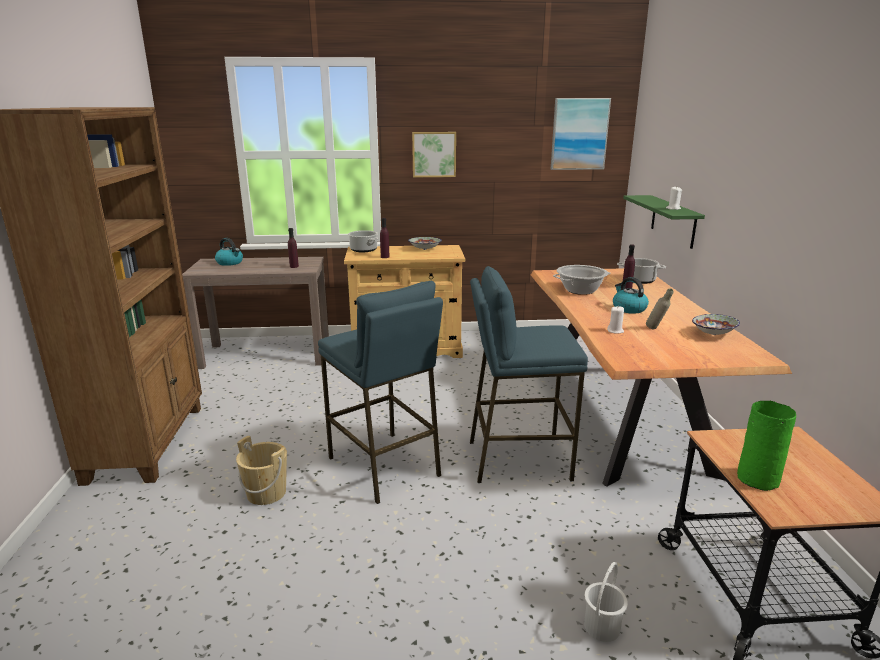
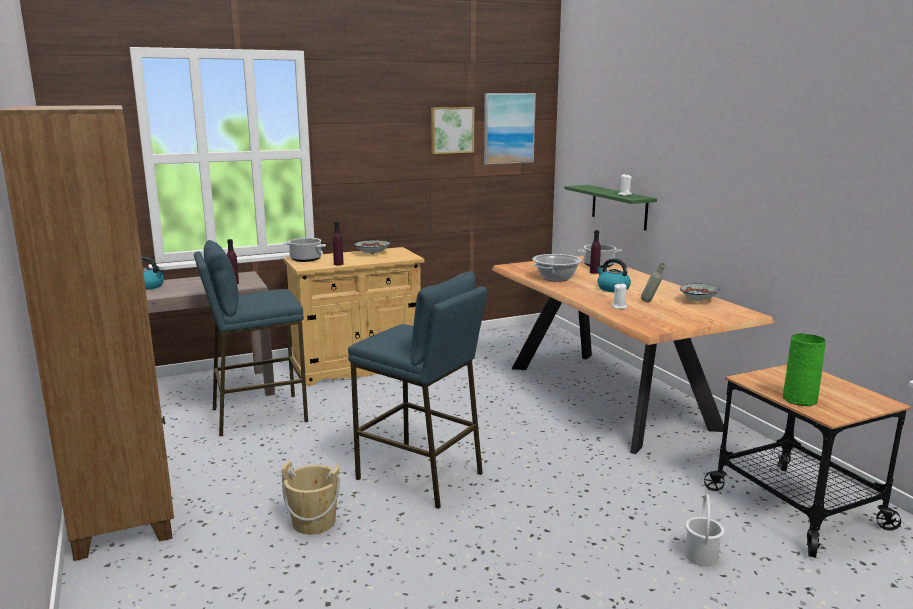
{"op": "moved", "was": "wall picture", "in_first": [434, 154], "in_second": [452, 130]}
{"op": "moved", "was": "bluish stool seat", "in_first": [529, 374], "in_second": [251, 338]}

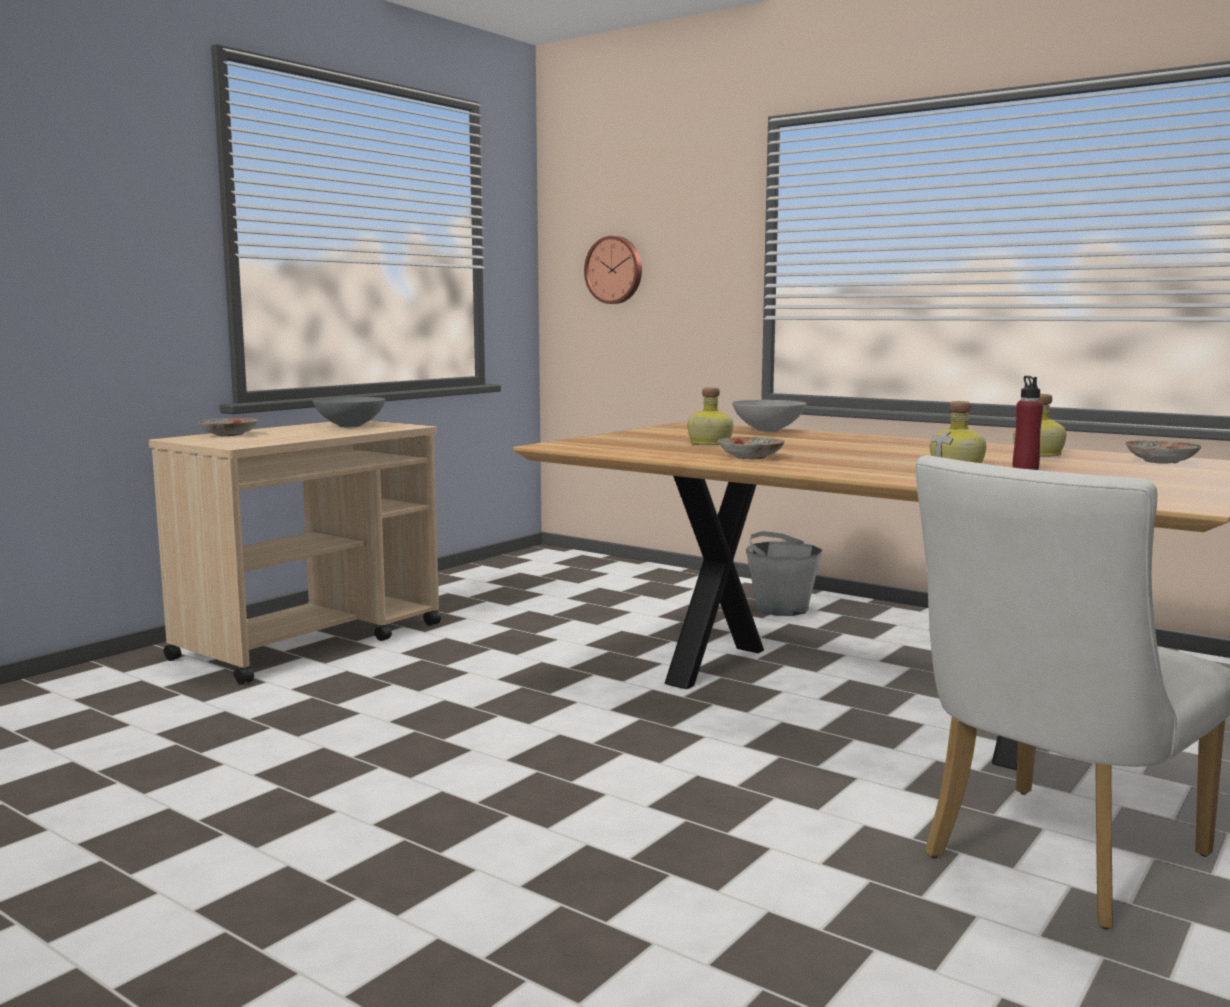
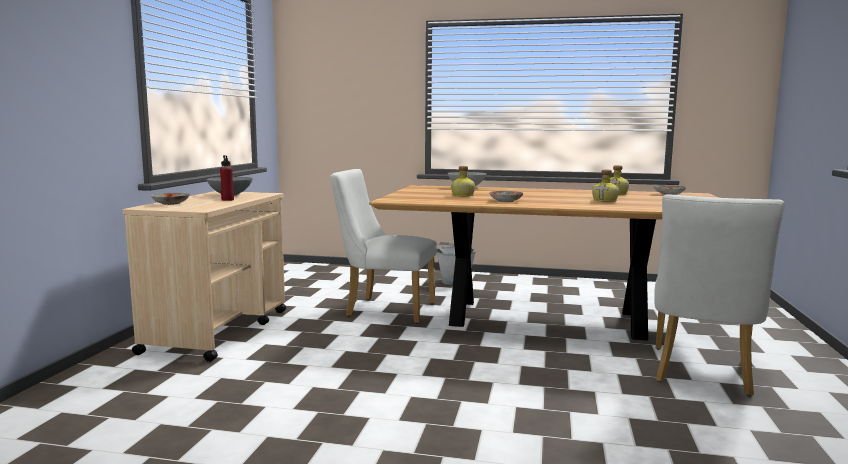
{"op": "removed", "was": "hanging clock", "in_first": [613, 270]}
{"op": "moved", "was": "red-coloured drink bottle", "in_first": [1028, 423], "in_second": [227, 178]}
{"op": "added", "now": "white chair", "in_second": [384, 246]}

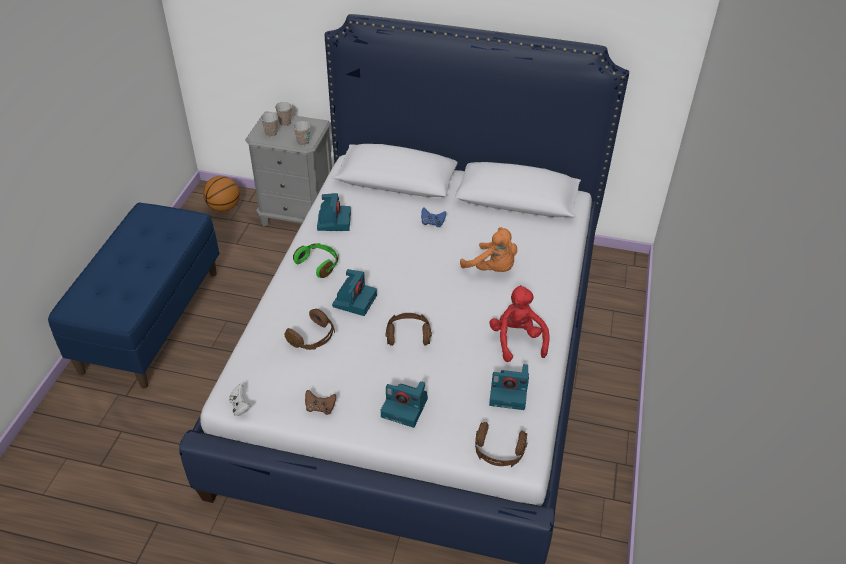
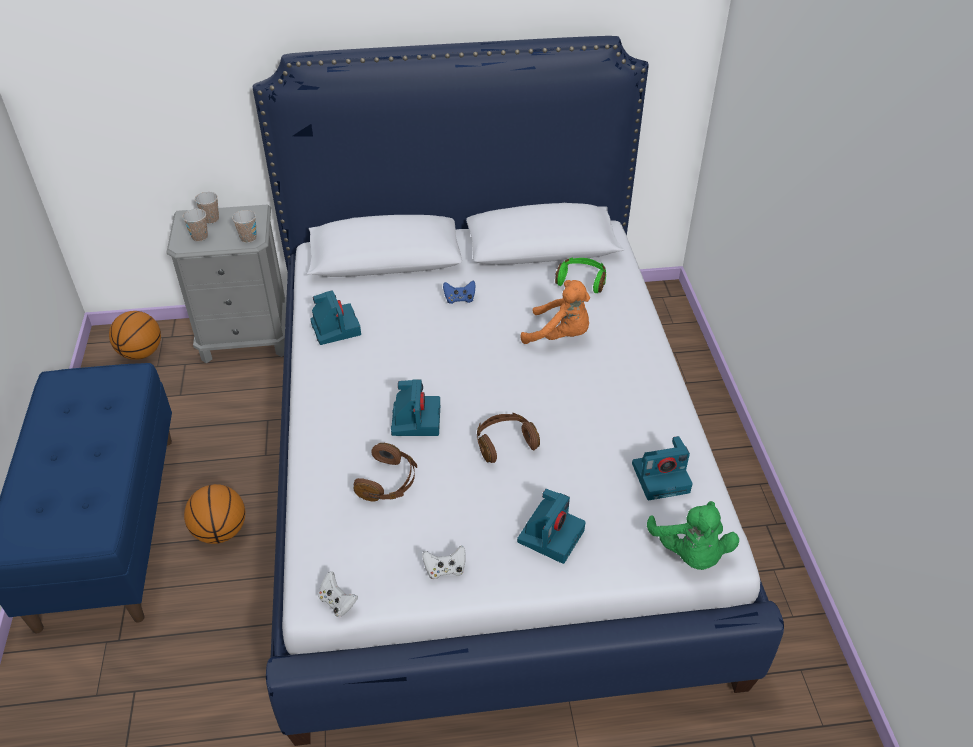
{"op": "moved", "was": "green pair of headphones", "in_first": [316, 260], "in_second": [580, 275]}
{"op": "recoloured", "was": "brown-coloured game controller", "now": "white game controller", "in_first": [320, 402], "in_second": [444, 562]}
{"op": "turned", "was": "still camera", "in_first": [404, 404], "in_second": [551, 526], "clockwise": -60}
{"op": "replaced", "was": "brown-coloured pair of headphones", "now": "green soft toy", "in_first": [501, 444], "in_second": [693, 535]}
{"op": "removed", "was": "red-coloured soft toy", "in_first": [519, 323]}
{"op": "added", "now": "ball for basketball", "in_second": [214, 514]}

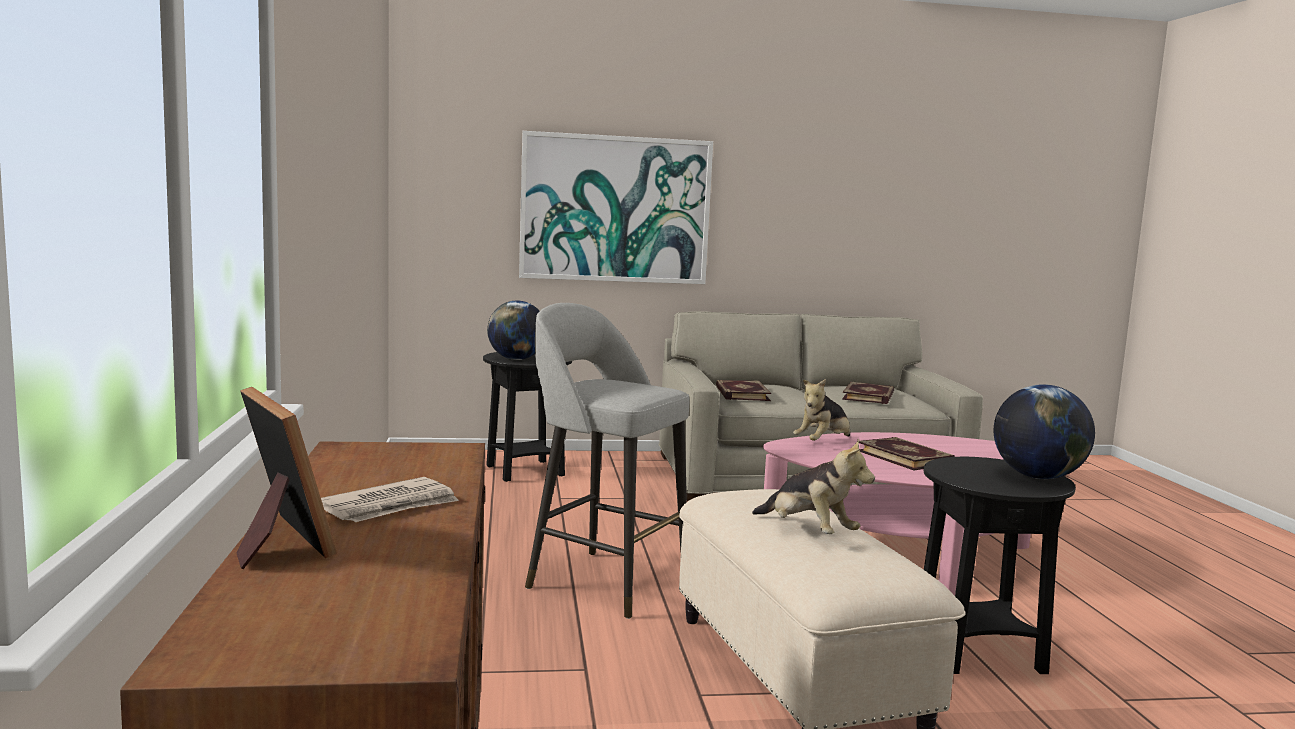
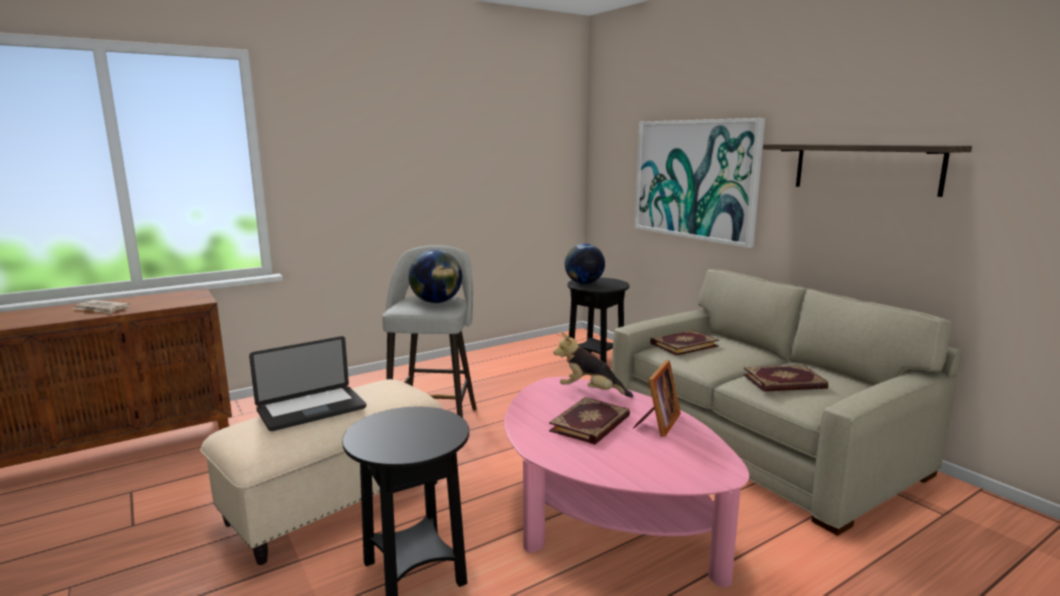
{"op": "moved", "was": "standing frame", "in_first": [286, 478], "in_second": [657, 399]}
{"op": "replaced", "was": "soft toy", "now": "laptop", "in_first": [813, 486], "in_second": [307, 383]}
{"op": "moved", "was": "world globe", "in_first": [1044, 431], "in_second": [435, 276]}
{"op": "added", "now": "bracket shelf", "in_second": [867, 170]}

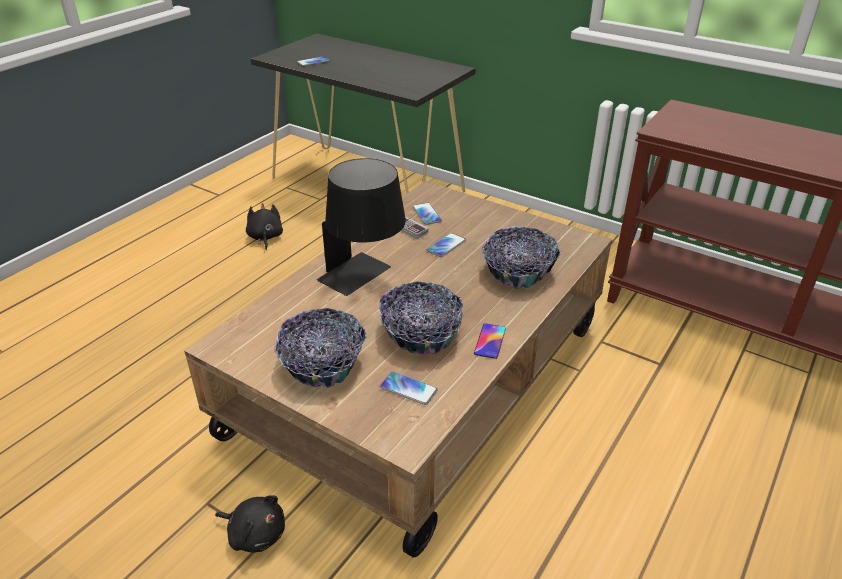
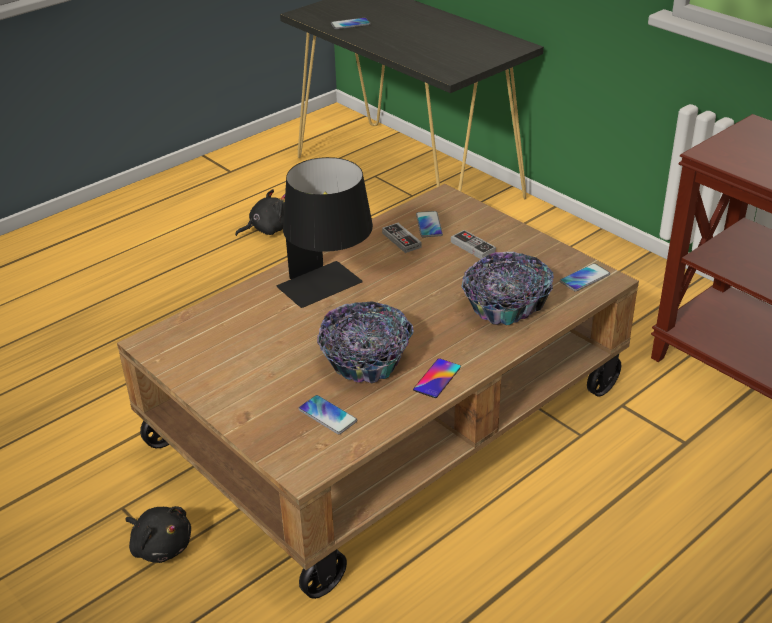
{"op": "turned", "was": "black-coloured soft toy", "in_first": [264, 226], "in_second": [260, 212], "clockwise": 60}
{"op": "removed", "was": "bowl", "in_first": [320, 348]}
{"op": "moved", "was": "handset", "in_first": [446, 245], "in_second": [585, 277]}
{"op": "added", "now": "game controller", "in_second": [473, 244]}

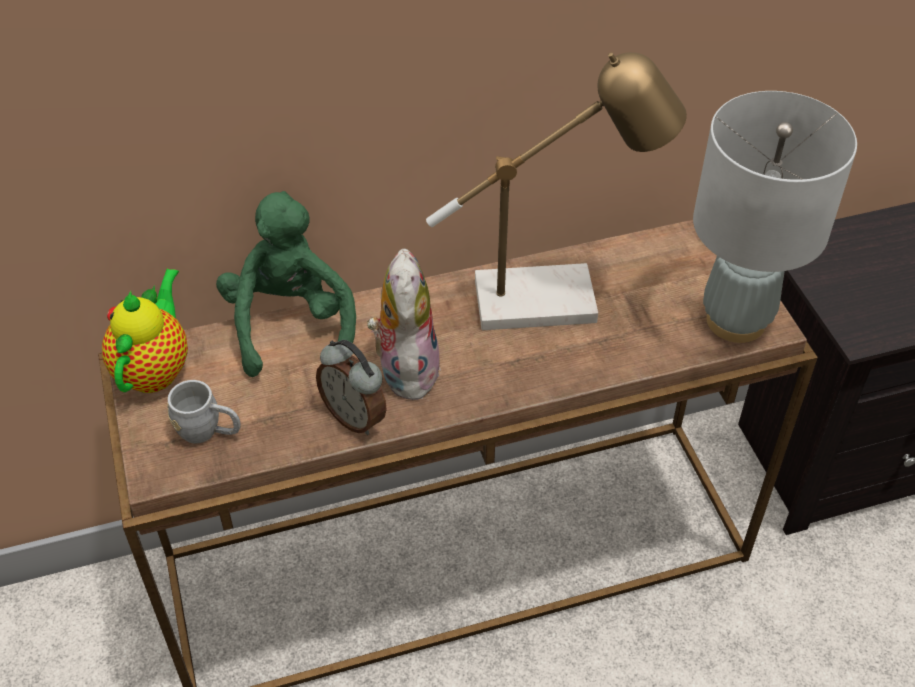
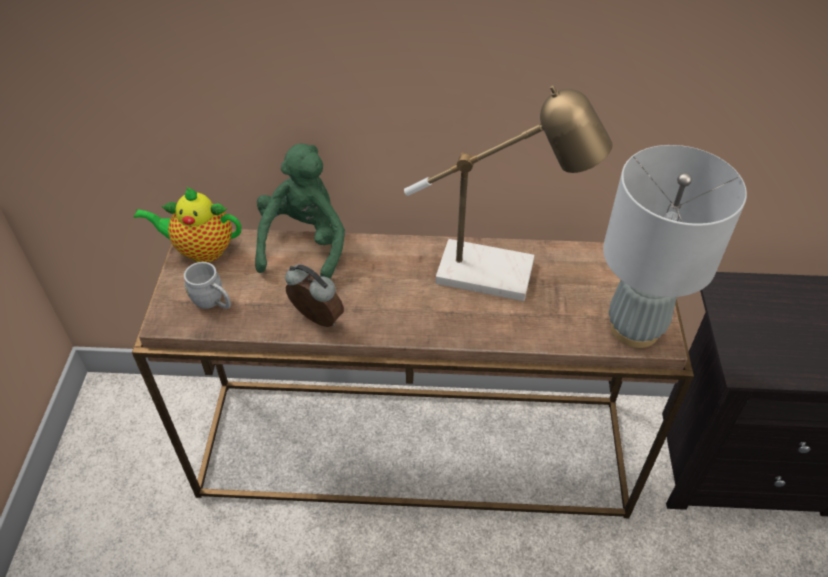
{"op": "turned", "was": "tea pot", "in_first": [145, 330], "in_second": [187, 224], "clockwise": -120}
{"op": "turned", "was": "alarm clock", "in_first": [351, 387], "in_second": [314, 295], "clockwise": 150}
{"op": "removed", "was": "soft toy", "in_first": [404, 324]}

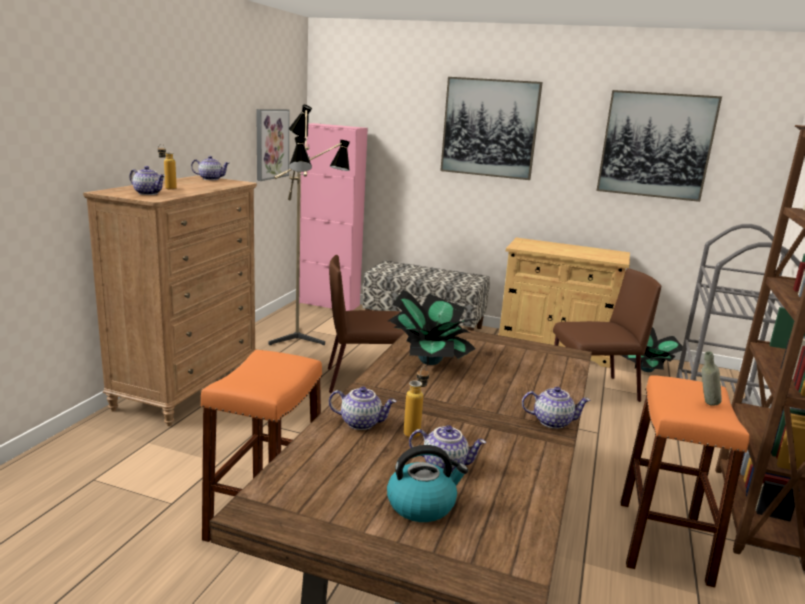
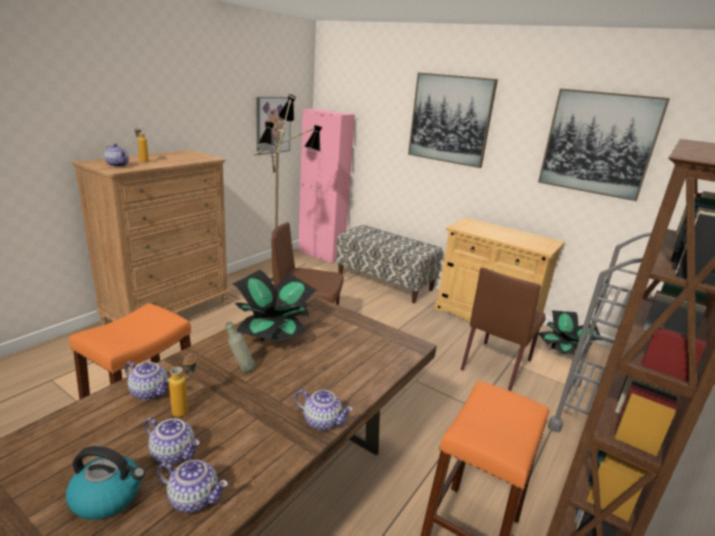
{"op": "moved", "was": "tea pot", "in_first": [210, 168], "in_second": [192, 486]}
{"op": "turned", "was": "brown-coloured chair", "in_first": [607, 335], "in_second": [503, 329], "clockwise": 120}
{"op": "moved", "was": "grey drink bottle", "in_first": [711, 378], "in_second": [240, 346]}

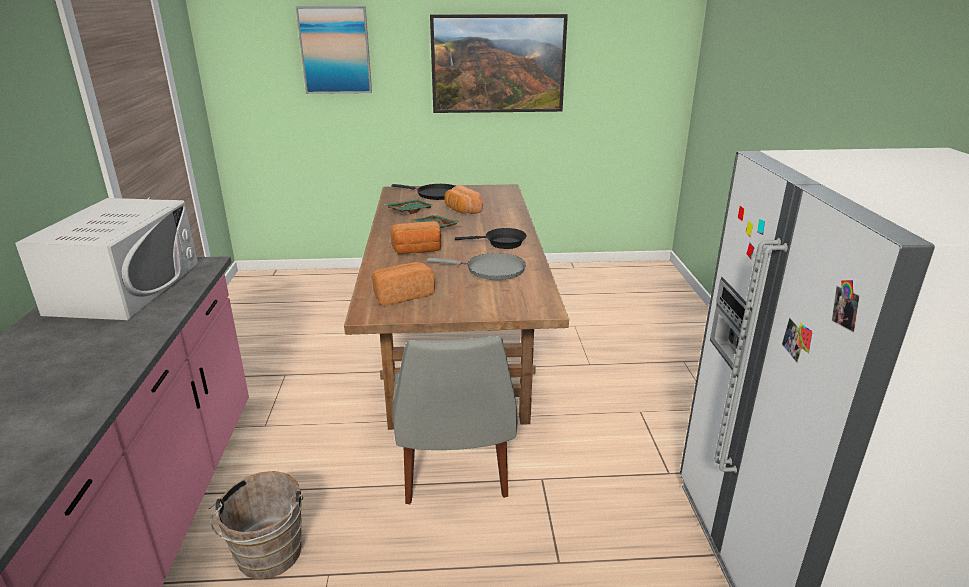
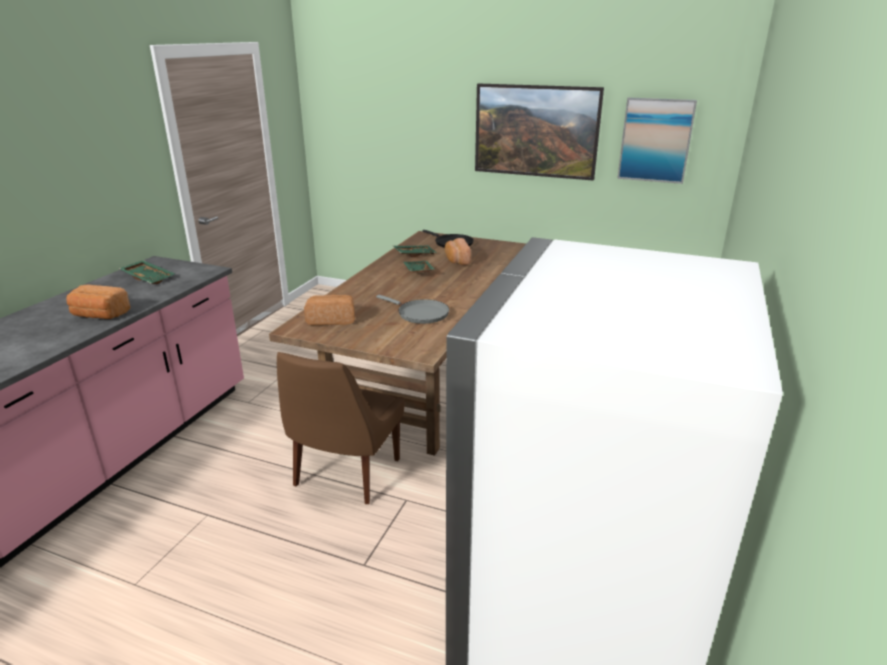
{"op": "replaced", "was": "white microwave oven", "now": "green serving tray", "in_first": [106, 259], "in_second": [147, 272]}
{"op": "removed", "was": "brown-coloured bucket", "in_first": [256, 525]}
{"op": "moved", "was": "wall picture", "in_first": [334, 50], "in_second": [657, 141]}
{"op": "moved", "was": "bread", "in_first": [415, 237], "in_second": [98, 302]}
{"op": "recoloured", "was": "grey chair", "now": "brown-coloured chair", "in_first": [454, 420], "in_second": [341, 428]}
{"op": "removed", "was": "black-coloured pan", "in_first": [491, 238]}

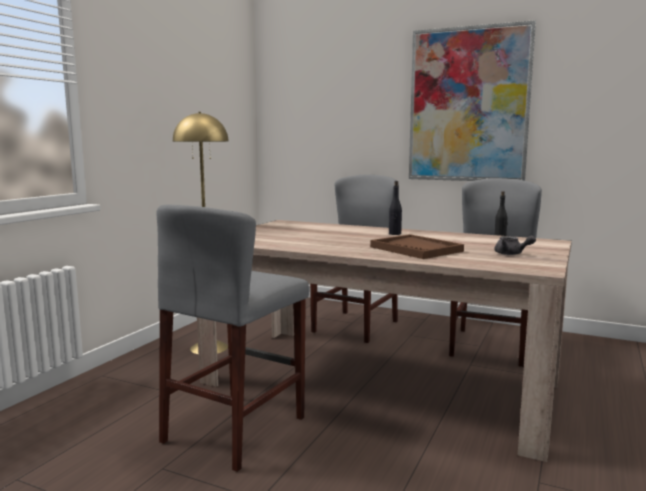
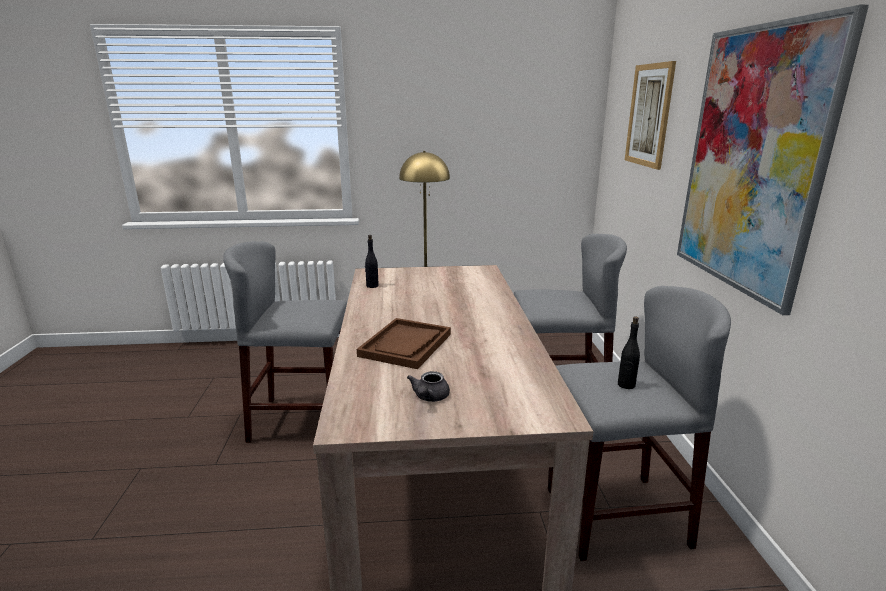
{"op": "moved", "was": "black-coloured drink bottle", "in_first": [395, 208], "in_second": [372, 261]}
{"op": "added", "now": "wall picture", "in_second": [650, 115]}

